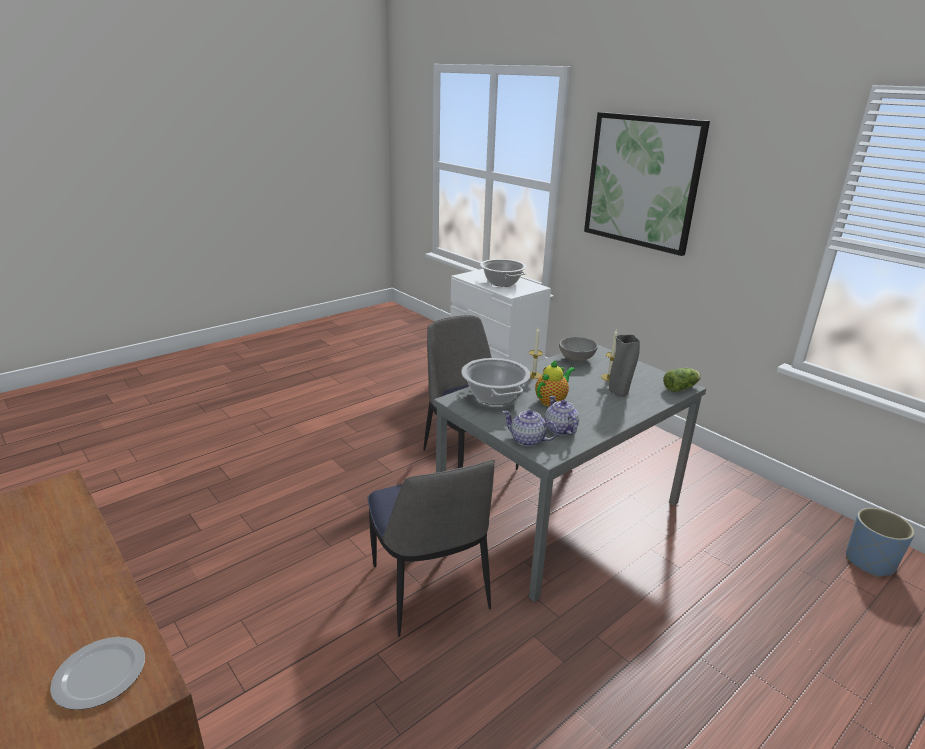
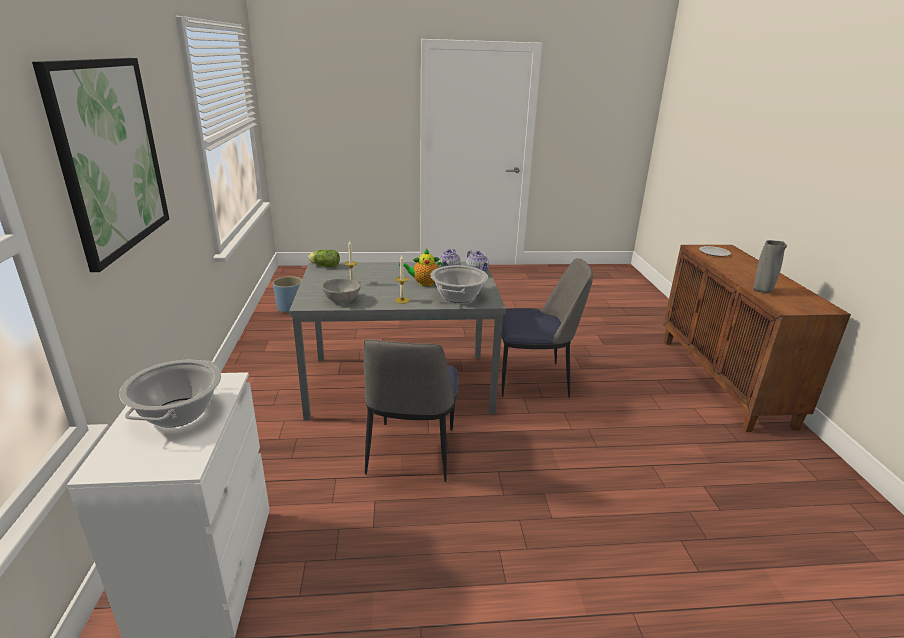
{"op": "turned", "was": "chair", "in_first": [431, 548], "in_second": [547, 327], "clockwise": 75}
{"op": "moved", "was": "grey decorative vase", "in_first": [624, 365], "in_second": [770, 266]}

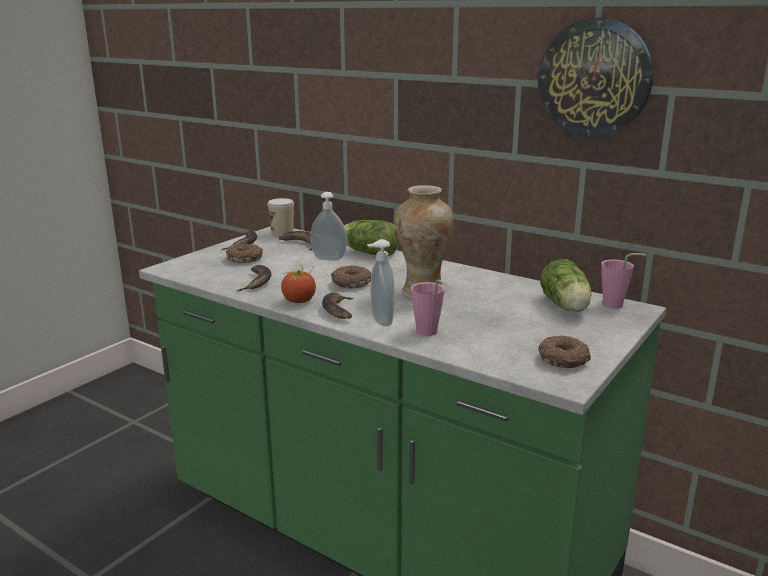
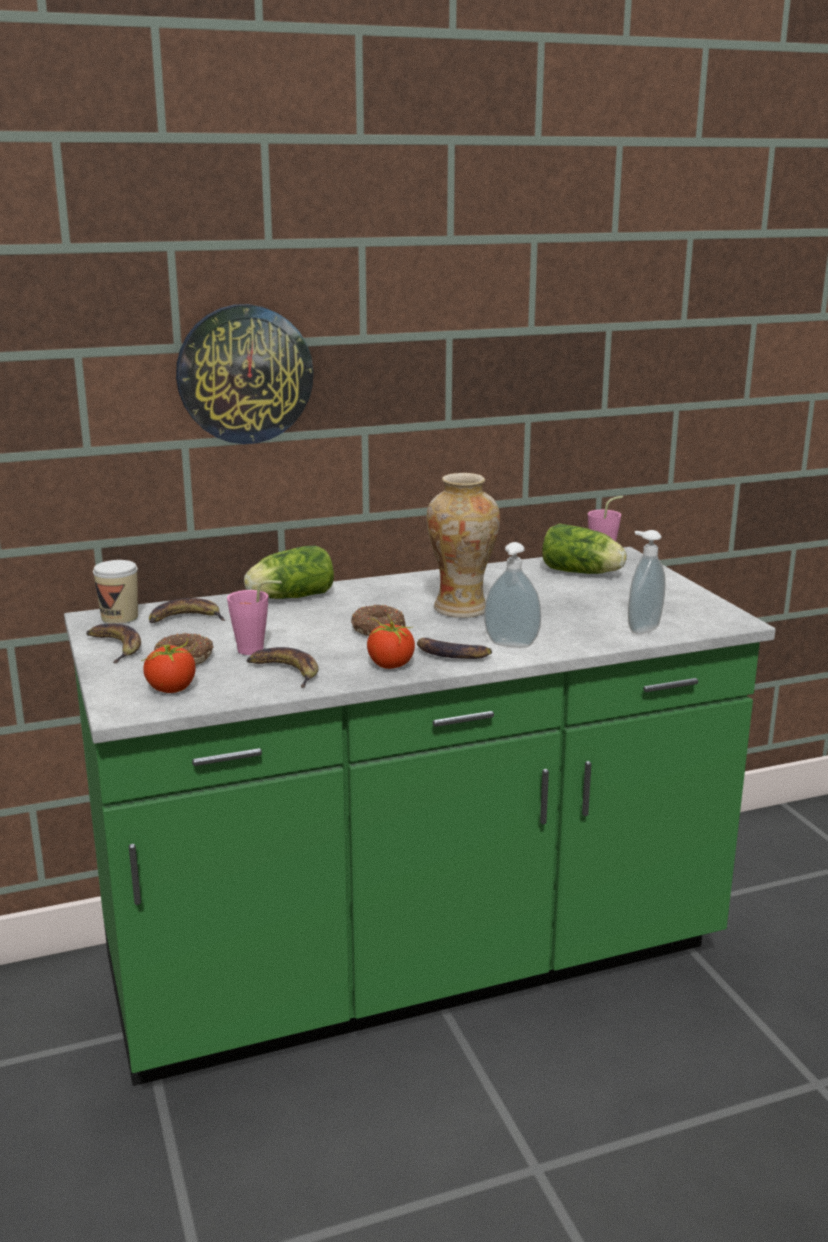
{"op": "moved", "was": "soap dispenser", "in_first": [328, 226], "in_second": [647, 582]}
{"op": "moved", "was": "pink drinking cup", "in_first": [429, 308], "in_second": [254, 617]}
{"op": "moved", "was": "hanging clock", "in_first": [595, 78], "in_second": [245, 374]}
{"op": "removed", "was": "doughnut", "in_first": [564, 351]}
{"op": "added", "now": "whole tomato", "in_second": [169, 665]}

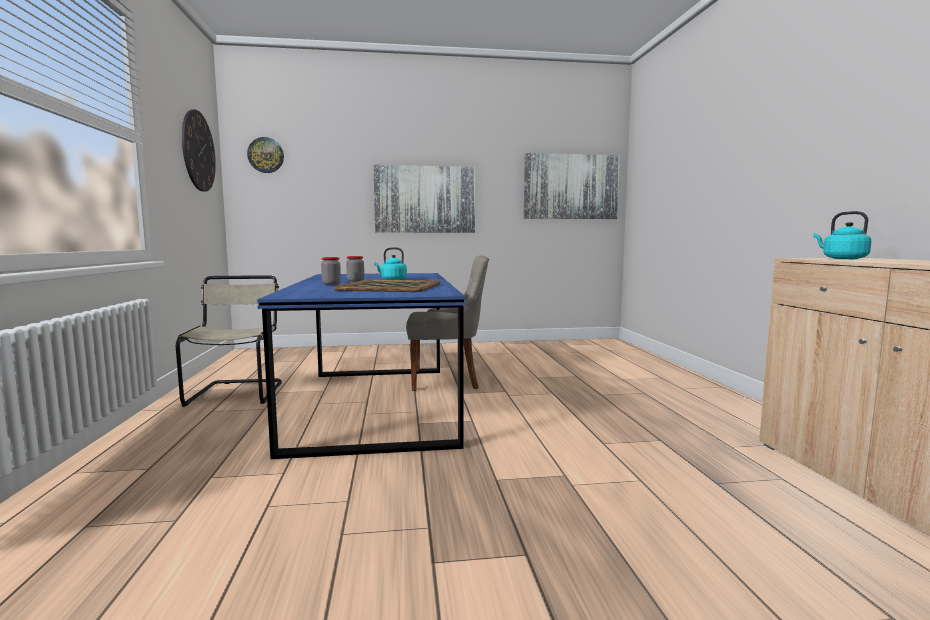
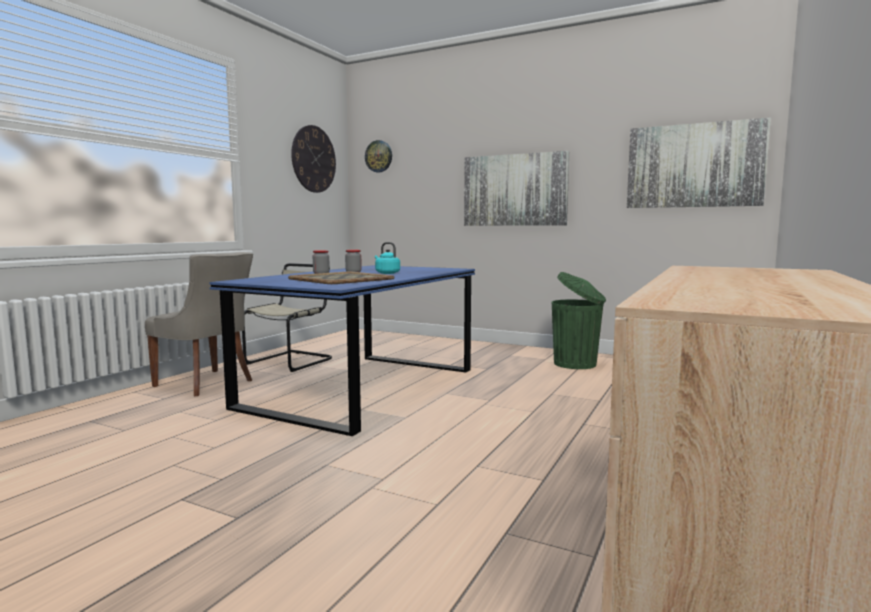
{"op": "moved", "was": "grey chair", "in_first": [448, 323], "in_second": [199, 324]}
{"op": "removed", "was": "turquoise-coloured tea kettle", "in_first": [842, 235]}
{"op": "added", "now": "green trash can", "in_second": [578, 320]}

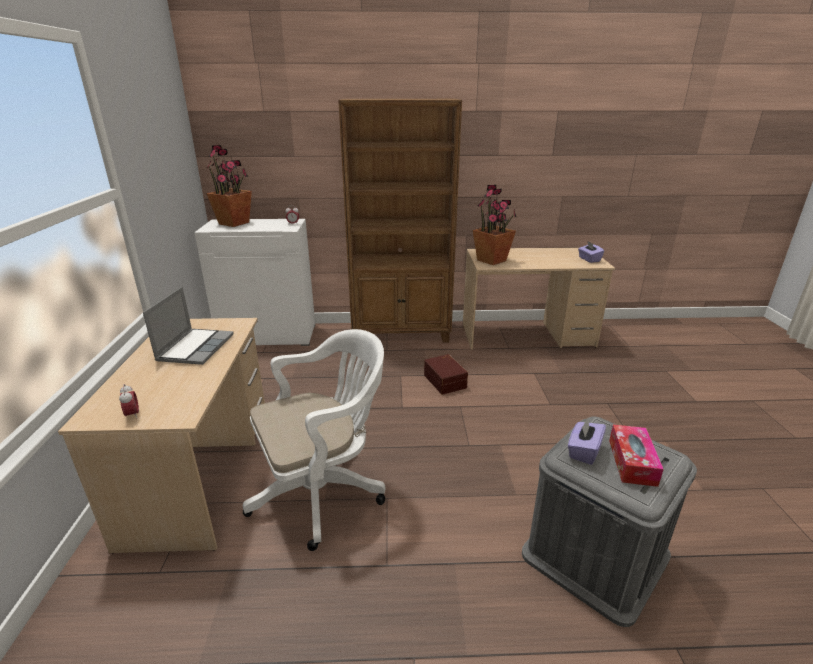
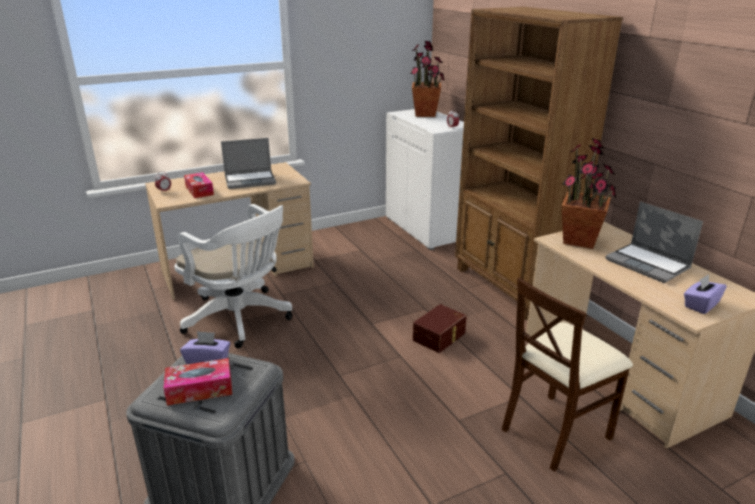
{"op": "added", "now": "tissue box", "in_second": [199, 185]}
{"op": "added", "now": "beige-coloured chair", "in_second": [567, 374]}
{"op": "added", "now": "laptop", "in_second": [654, 242]}

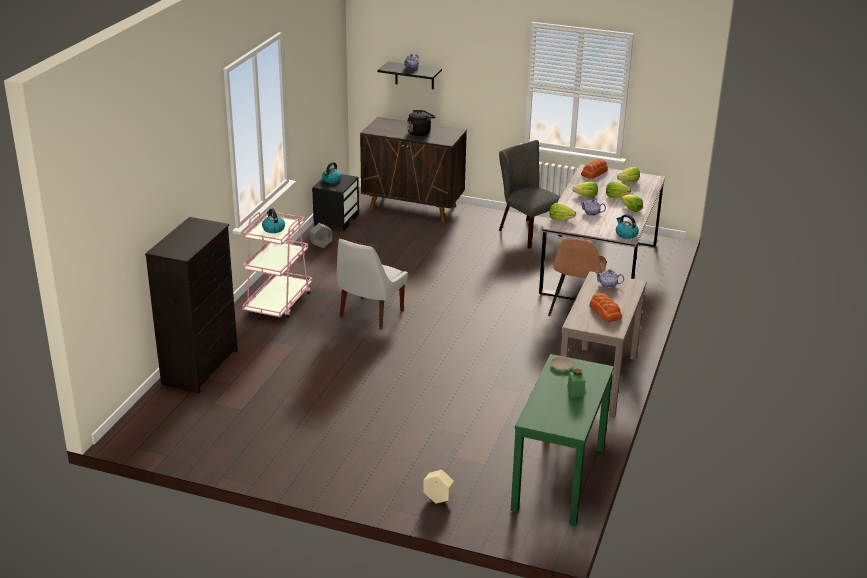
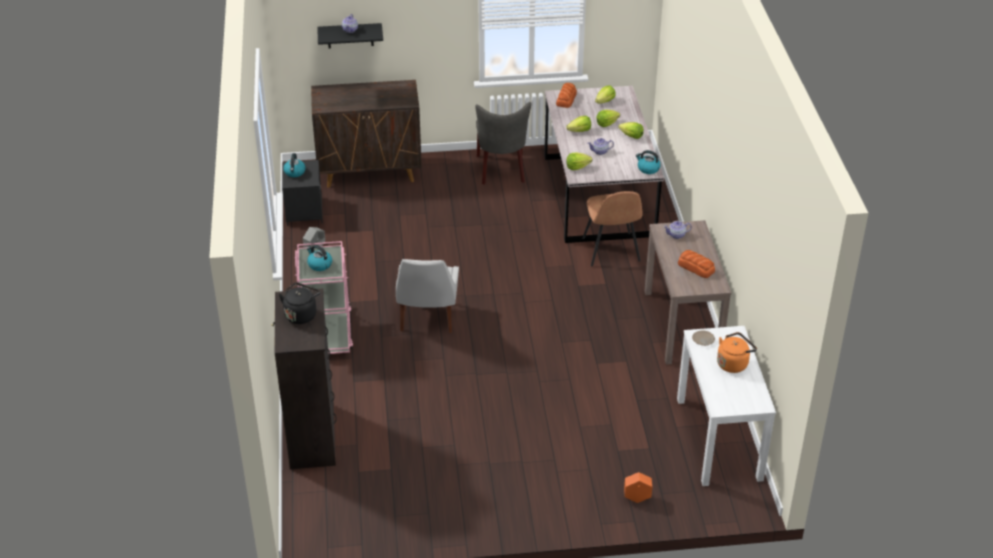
{"op": "moved", "was": "black-coloured tea kettle", "in_first": [422, 123], "in_second": [300, 303]}
{"op": "recoloured", "was": "beige-coloured flower pot", "now": "orange flower pot", "in_first": [438, 487], "in_second": [638, 487]}
{"op": "turned", "was": "grey chair", "in_first": [530, 194], "in_second": [503, 143], "clockwise": -120}
{"op": "recoloured", "was": "green narrow table", "now": "white narrow table", "in_first": [562, 440], "in_second": [726, 406]}
{"op": "replaced", "was": "green preserve jar", "now": "orange tea kettle", "in_first": [576, 383], "in_second": [737, 352]}

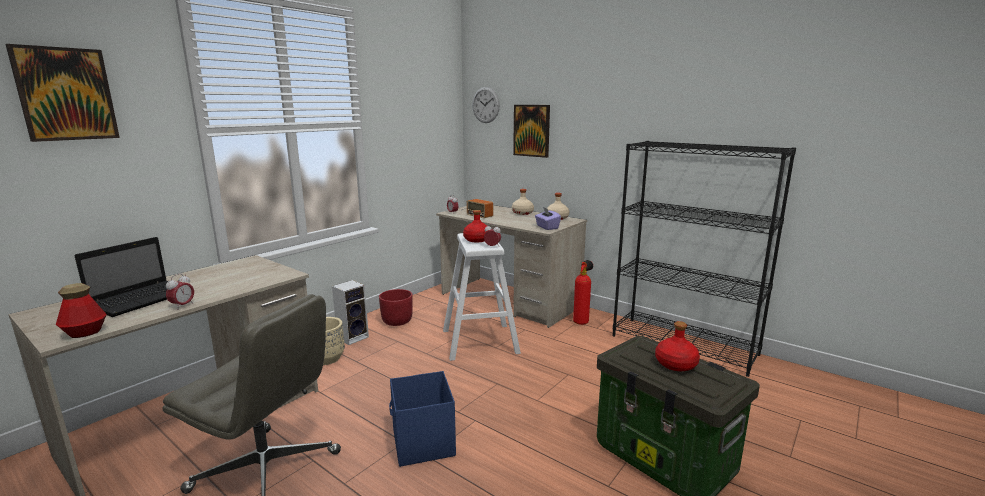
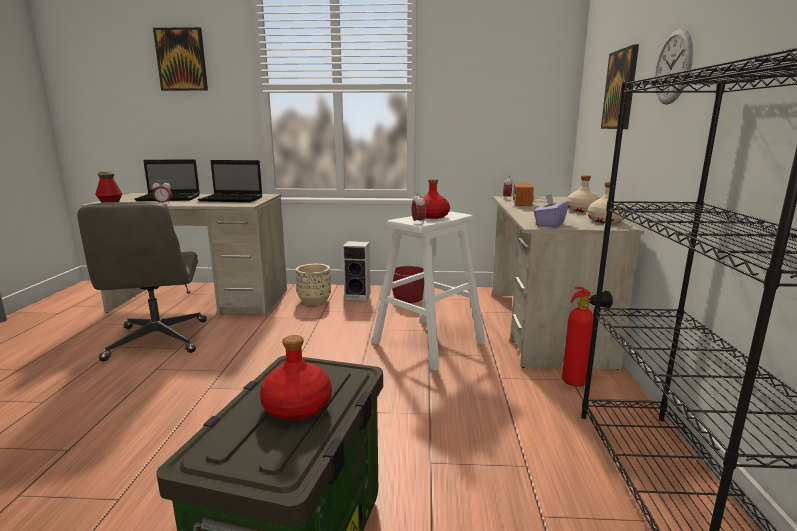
{"op": "removed", "was": "bluish storage bin", "in_first": [422, 419]}
{"op": "moved", "was": "hanging clock", "in_first": [486, 105], "in_second": [674, 67]}
{"op": "added", "now": "laptop", "in_second": [230, 181]}

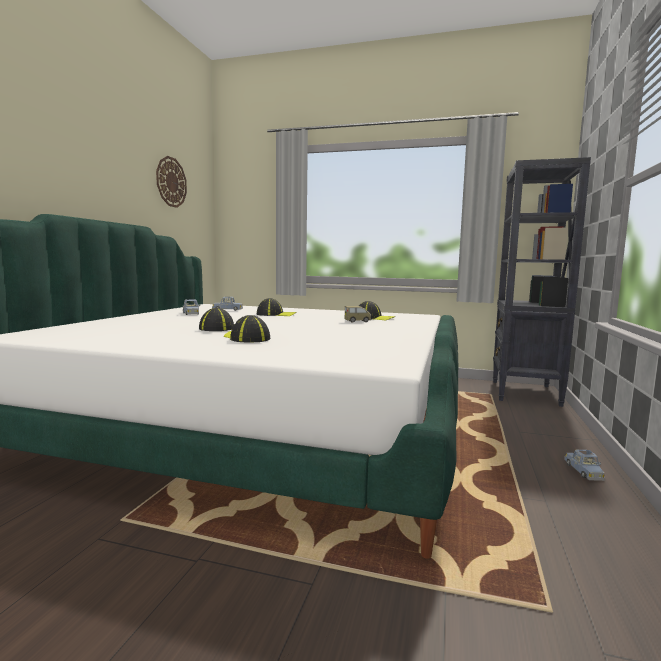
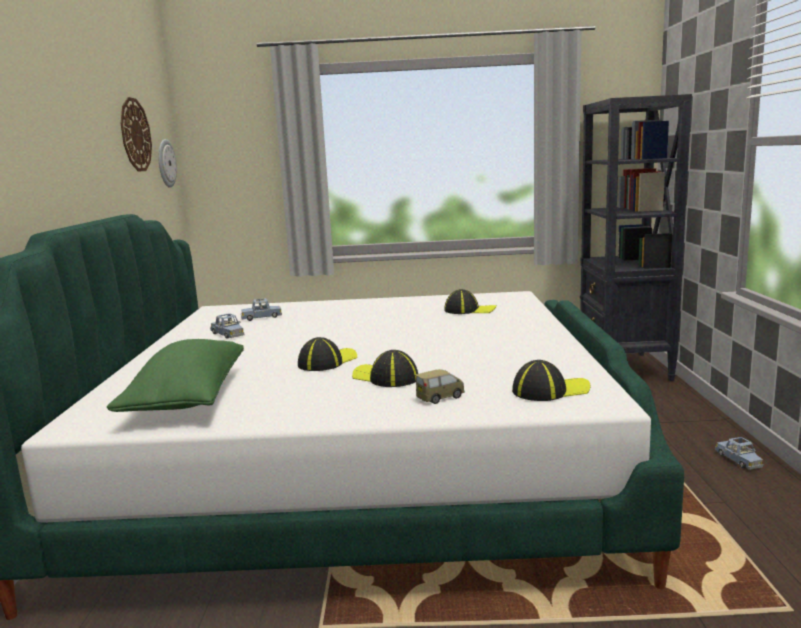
{"op": "moved", "was": "cap", "in_first": [277, 307], "in_second": [551, 380]}
{"op": "moved", "was": "miniature car", "in_first": [357, 314], "in_second": [440, 386]}
{"op": "added", "now": "green cushion", "in_second": [175, 375]}
{"op": "added", "now": "hanging clock", "in_second": [167, 163]}

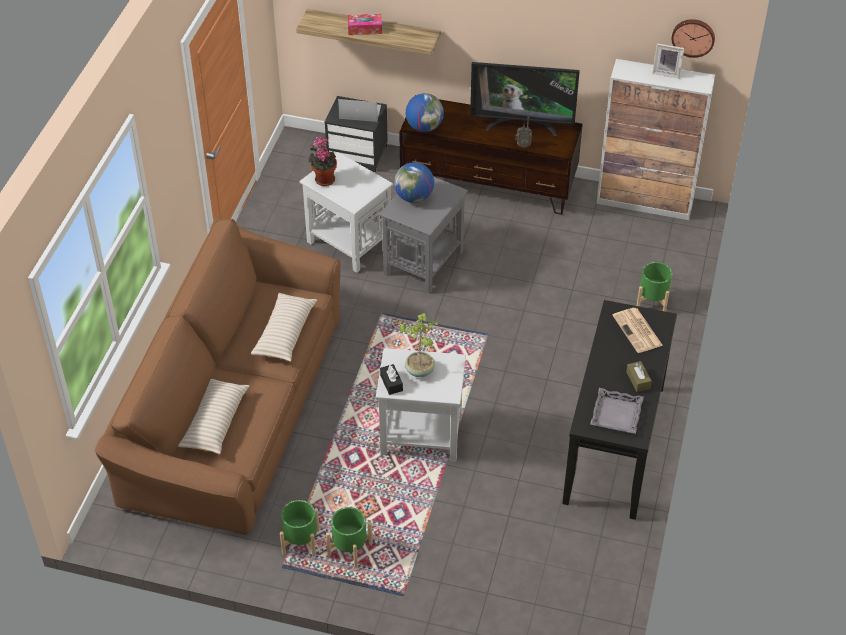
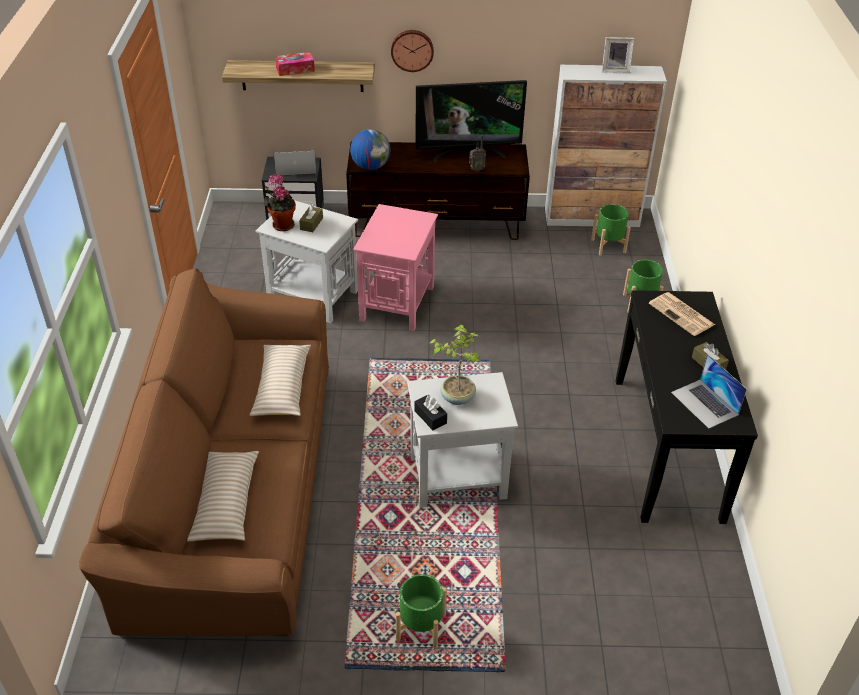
{"op": "moved", "was": "green flower pot", "in_first": [300, 528], "in_second": [611, 230]}
{"op": "recoloured", "was": "grey accent table", "now": "pink accent table", "in_first": [423, 235], "in_second": [395, 267]}
{"op": "removed", "was": "world globe", "in_first": [414, 182]}
{"op": "replaced", "was": "grey serving tray", "now": "laptop", "in_first": [617, 411], "in_second": [709, 391]}
{"op": "moved", "was": "hanging clock", "in_first": [693, 38], "in_second": [412, 51]}
{"op": "added", "now": "brown-coloured tissue box", "in_second": [311, 218]}

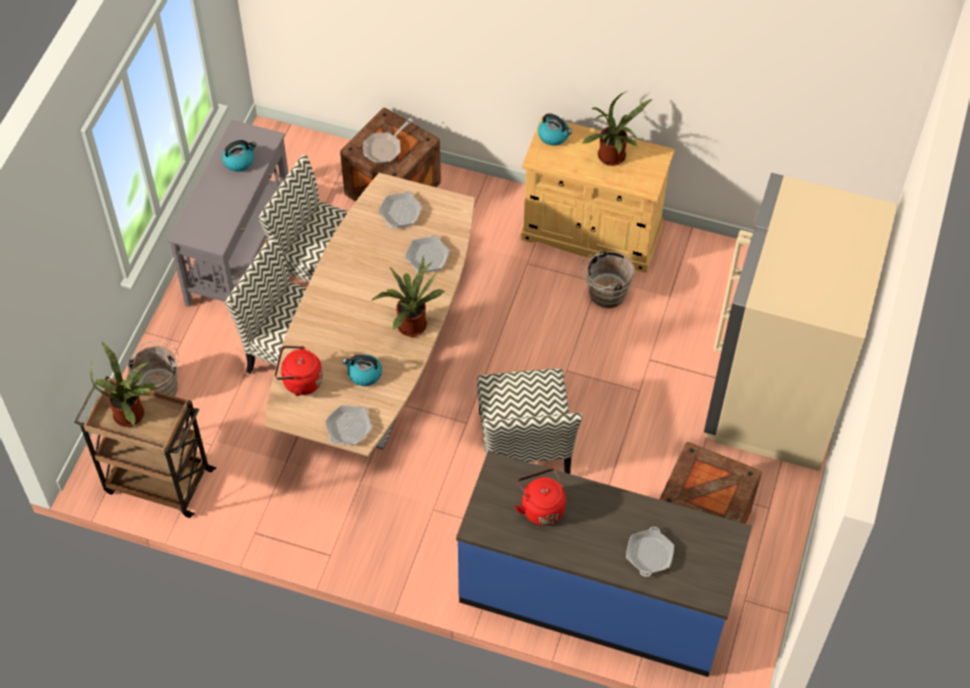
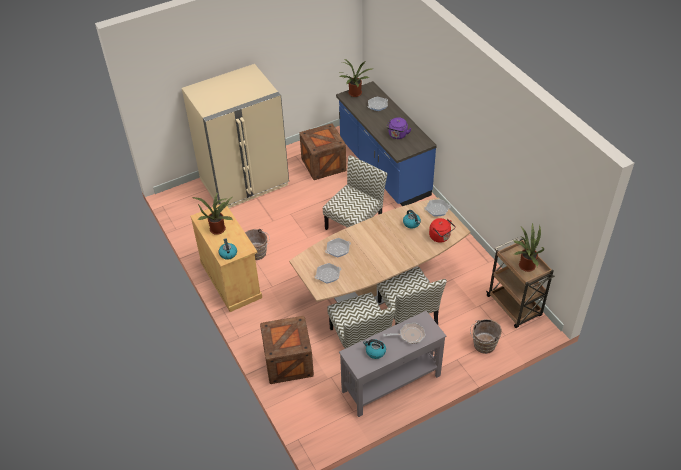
{"op": "moved", "was": "pan", "in_first": [388, 140], "in_second": [404, 333]}
{"op": "moved", "was": "houseplant", "in_first": [408, 296], "in_second": [355, 78]}
{"op": "recoloured", "was": "red-coloured tea kettle", "now": "purplish tea kettle", "in_first": [540, 497], "in_second": [399, 128]}

